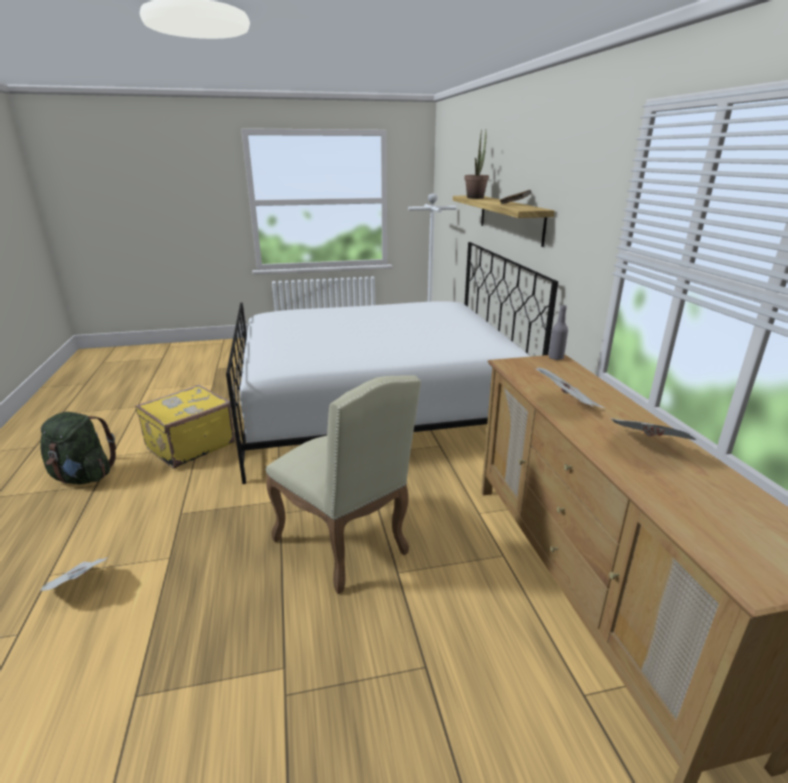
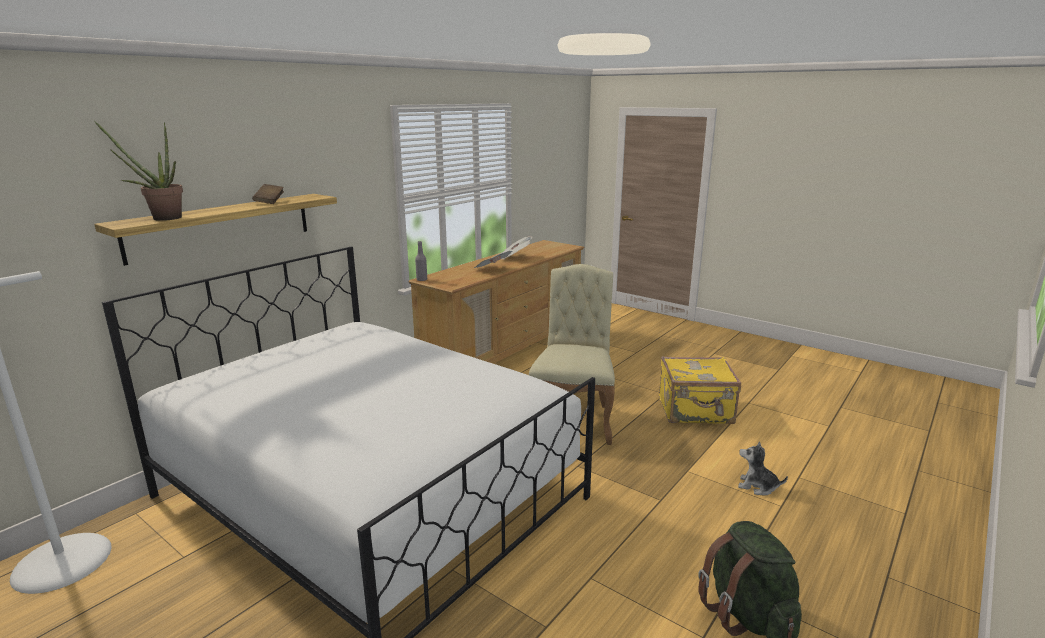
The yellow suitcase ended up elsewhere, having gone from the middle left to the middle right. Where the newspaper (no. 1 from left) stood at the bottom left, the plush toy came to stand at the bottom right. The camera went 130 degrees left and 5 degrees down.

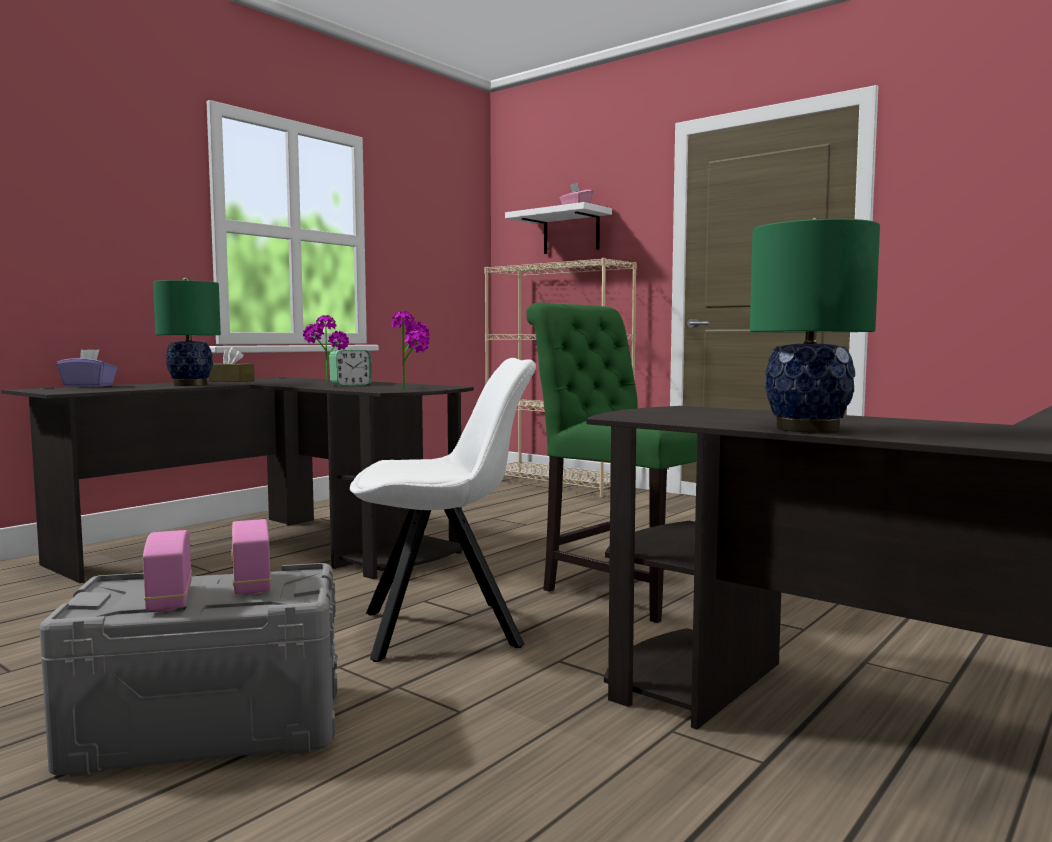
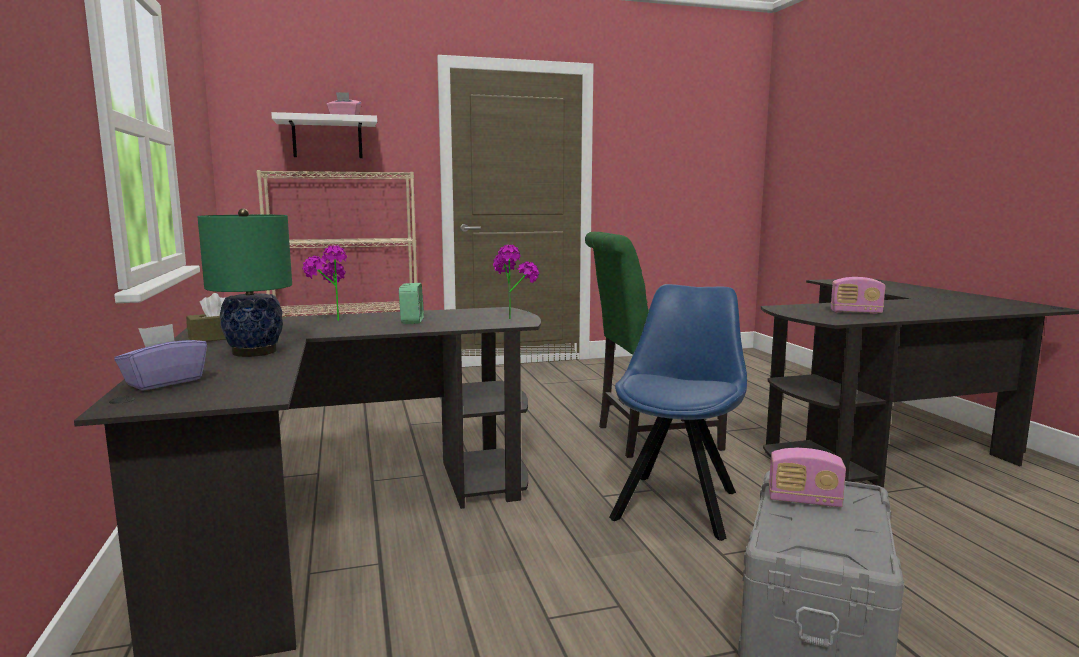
The second view lost the green table lamp (no. 2 from left) at the middle right. What was the white chair at the centre turned into the blue chair at the centre. The radio (no. 1 from left in the first image) ended up elsewhere, having gone from the bottom left to the middle right. The camera went 55 degrees left and 5 degrees up.

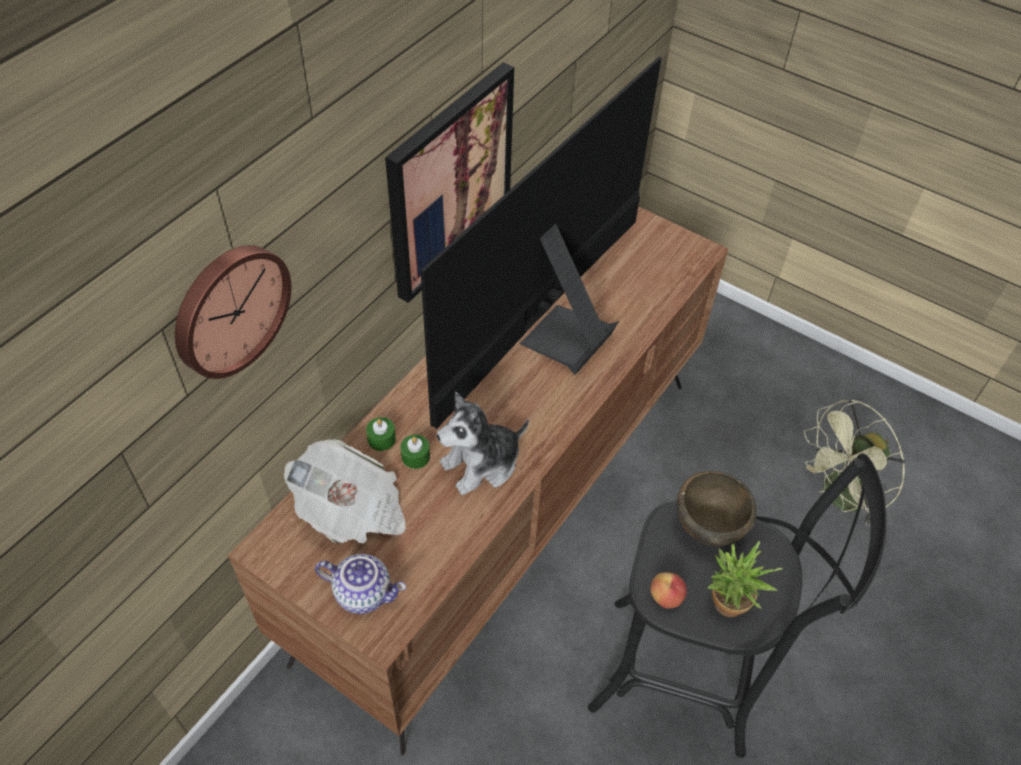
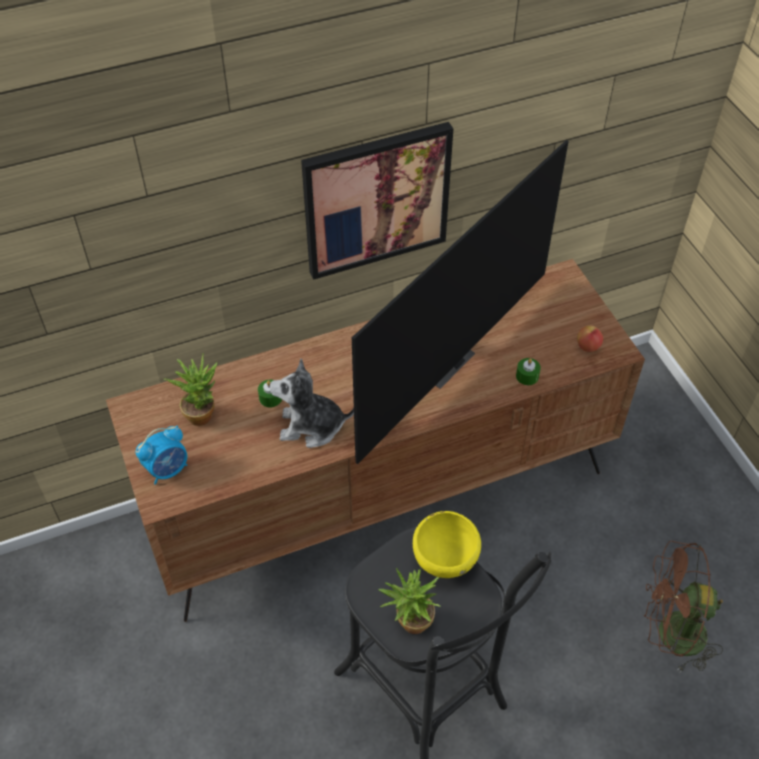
The television at the top centre ended up facing another way, 150 degrees clockwise from before. The second view lost the wall clock at the middle left. What was the green fan at the middle right turned into the brown fan at the bottom right. The green candle (no. 1 from left in the first image) ended up elsewhere, having gone from the centre to the middle right. Where the newspaper stood at the centre, the potted plant (no. 1 from left) came to stand at the middle left. What was the brown bowl at the middle right turned into the yellow bowl at the bottom centre. Where the teapot stood at the bottom centre, the alarm clock came to stand at the middle left. The apple ended up elsewhere, having gone from the bottom centre to the middle right. The camera went 35 degrees right and 0 degrees up.

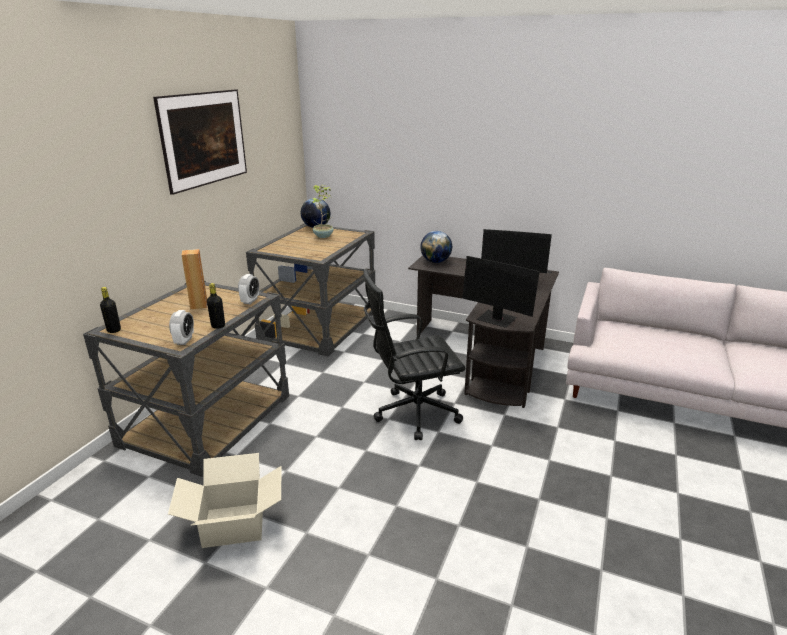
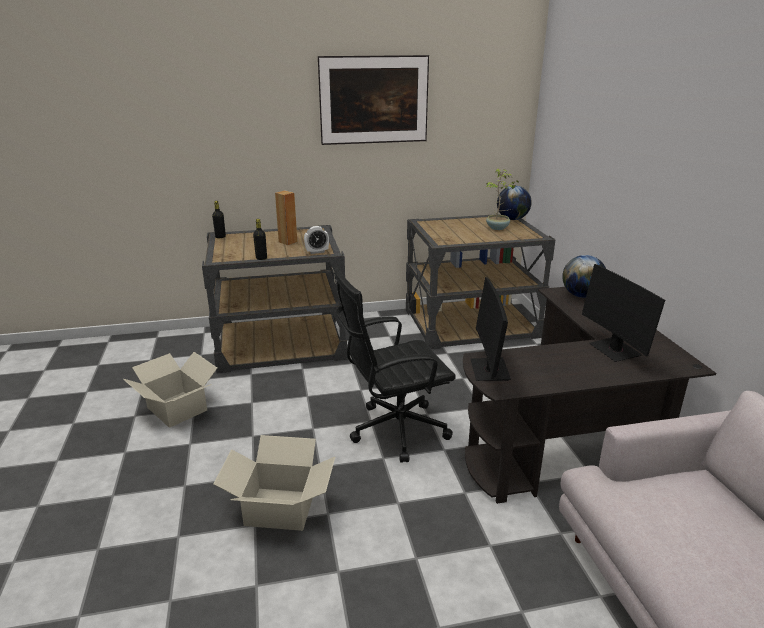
The black office chair at the centre ended up facing another way, 60 degrees counterclockwise from before. The second view lost the alarm clock (no. 1 from left) at the middle left. The second view gained the cardboard box (no. 2 from left) at the bottom centre. The camera went 55 degrees right and 0 degrees up.

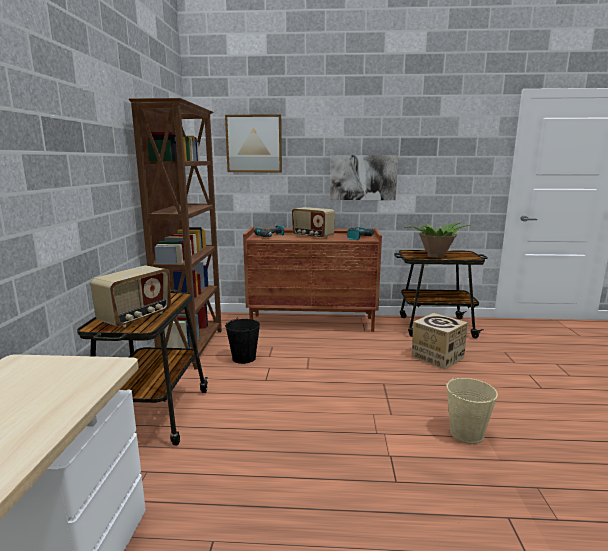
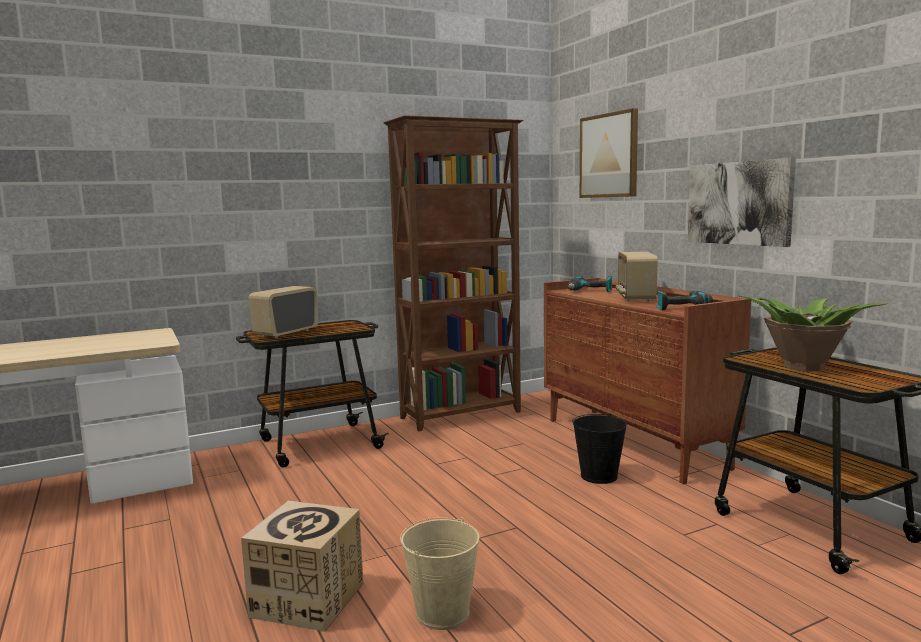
The radio (no. 1 from left) at the middle left ended up facing another way, 120 degrees clockwise from before. The cardboard box ended up elsewhere, having gone from the middle right to the bottom left. The black bucket ended up elsewhere, having gone from the centre to the bottom centre. The camera went 60 degrees right and 5 degrees down.

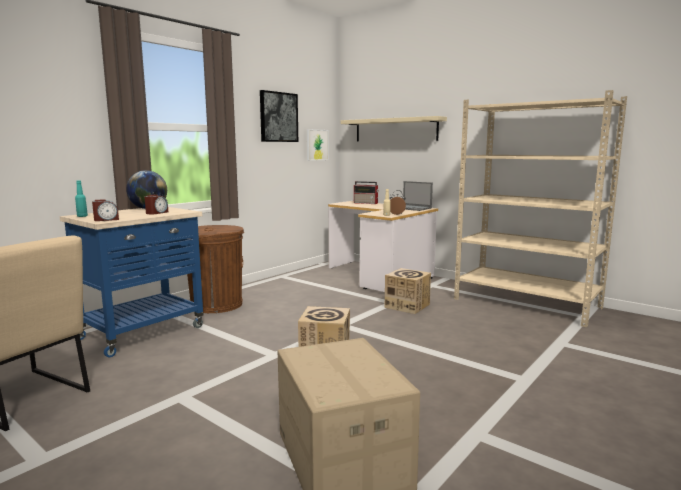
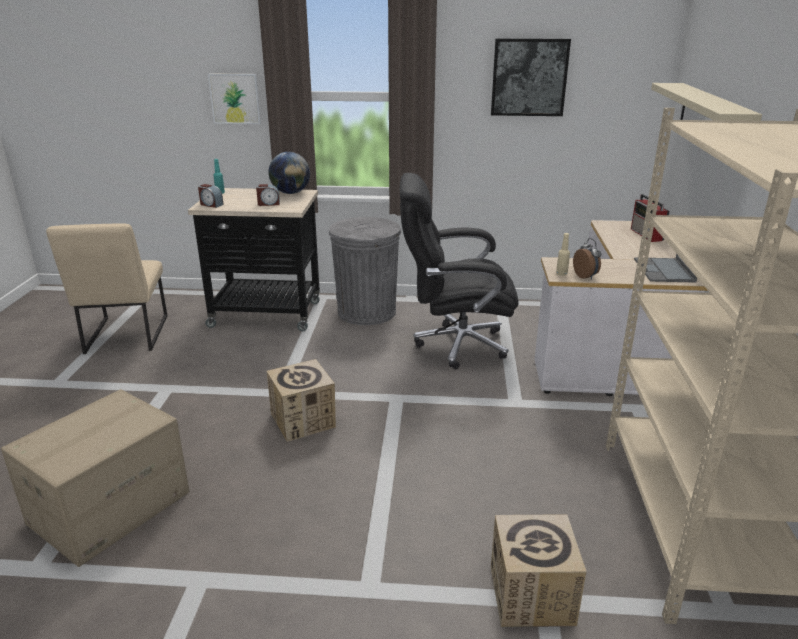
The picture (no. 2 from left in the first image) ended up elsewhere, having gone from the top centre to the top left. What was the blue cart at the middle left turned into the black cart at the middle left. What was the brown trash can at the middle left turned into the grey trash can at the centre. The cardboard box (no. 3 from left) ended up elsewhere, having gone from the centre to the bottom right. The second view gained the black office chair at the centre. The camera went 55 degrees right and 15 degrees up.

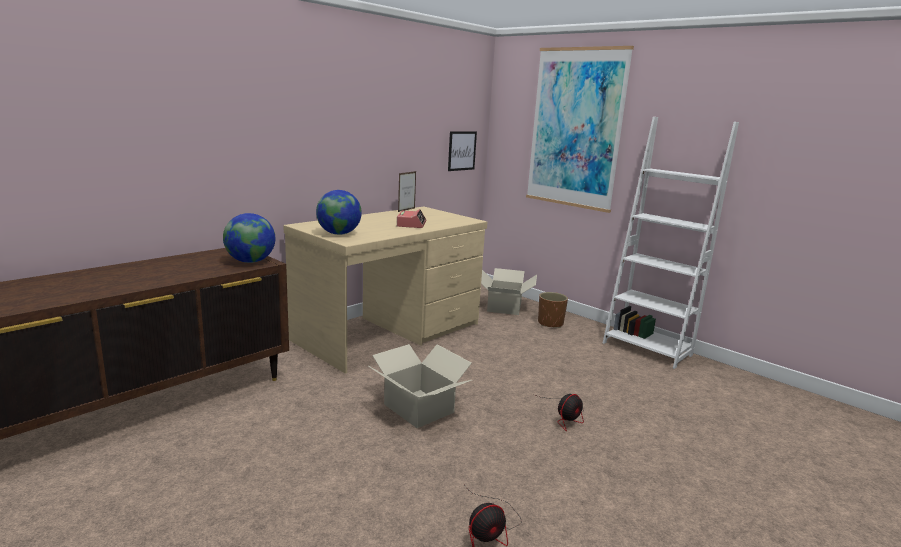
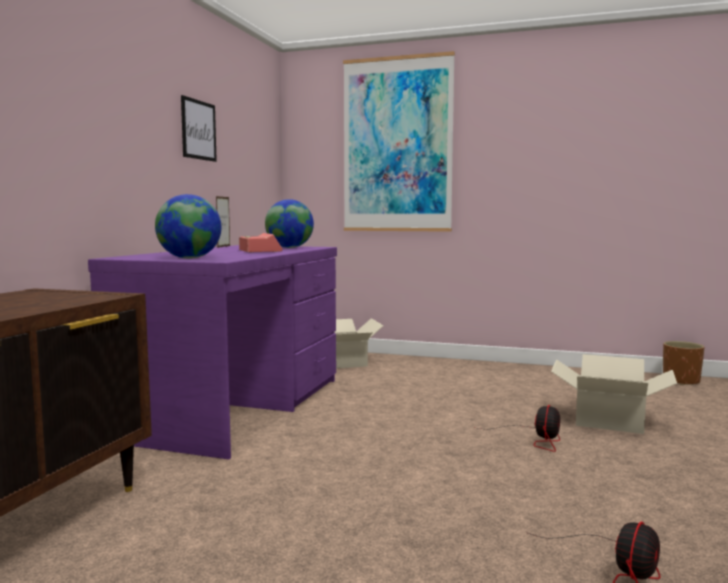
The second view lost the white bookcase at the middle right. The picture (no. 1 from left) ended up elsewhere, having gone from the top centre to the top left. What was the beige desk at the centre turned into the purple desk at the middle left. The globe (no. 1 from left in the first image) ended up elsewhere, having gone from the middle left to the centre. The brown planter ended up elsewhere, having gone from the centre to the middle right. The cardboard box (no. 1 from left in the first image) ended up elsewhere, having gone from the bottom centre to the bottom right. The camera went 25 degrees left and 10 degrees down.

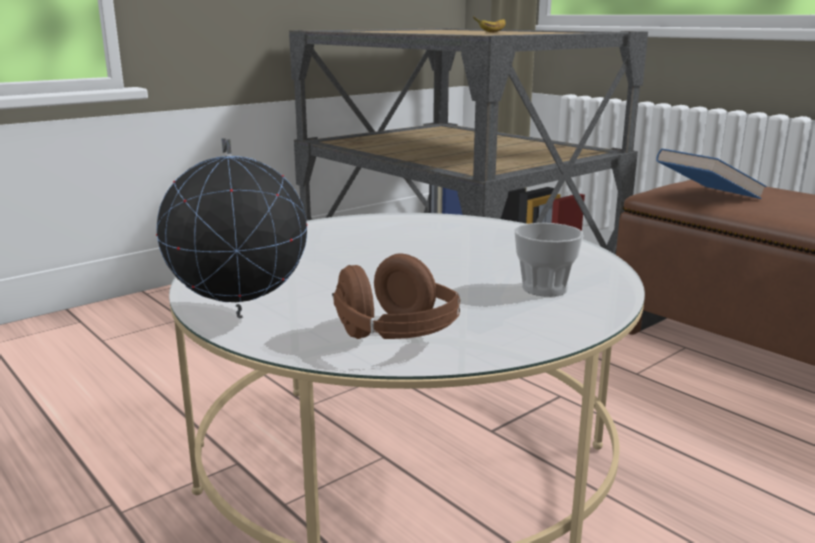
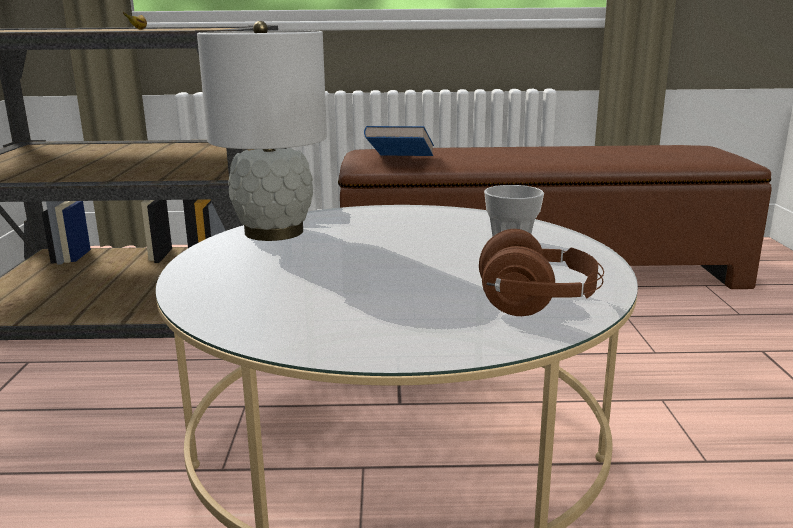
The second view lost the globe at the middle left. The second view gained the white table lamp at the top left. The camera went 50 degrees left and 0 degrees up.

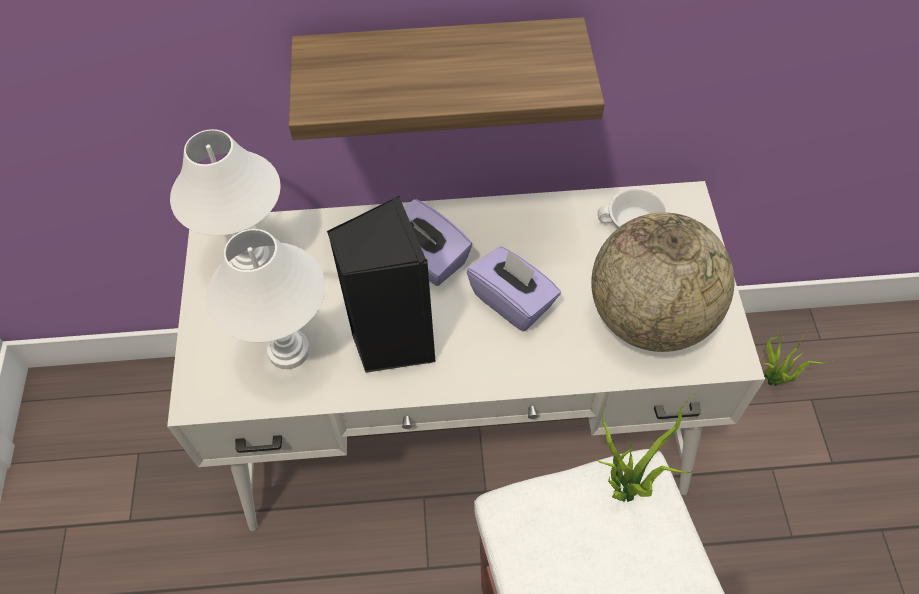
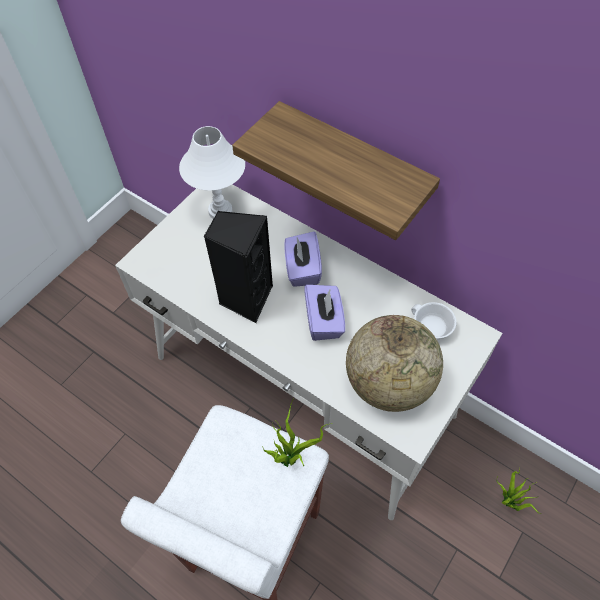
The second view lost the white table lamp (no. 2 from left) at the middle left. The camera went 40 degrees right and 0 degrees up.

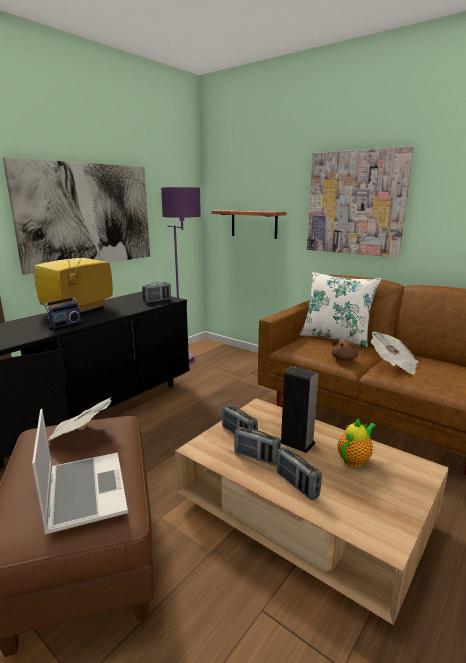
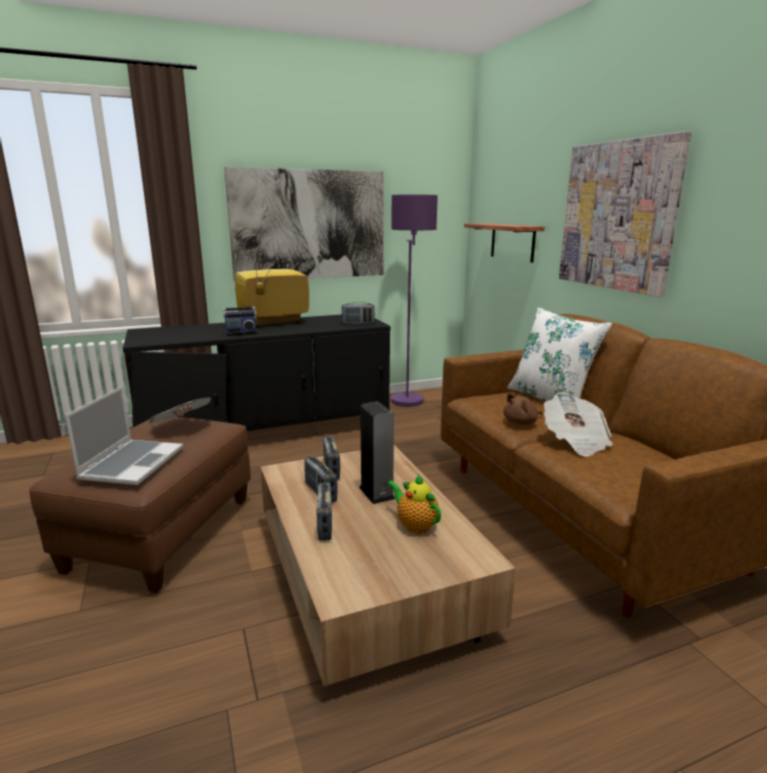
The teapot at the bottom right ended up facing another way, 120 degrees counterclockwise from before. The camera went 30 degrees right and 0 degrees up.

